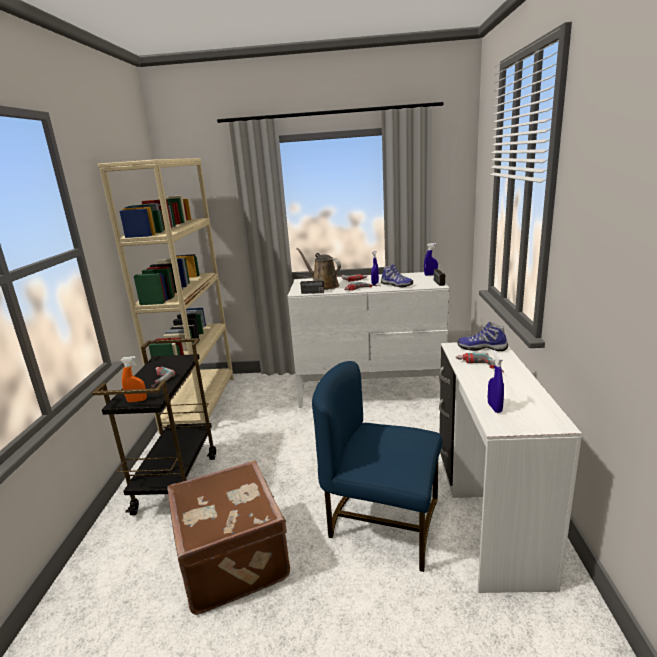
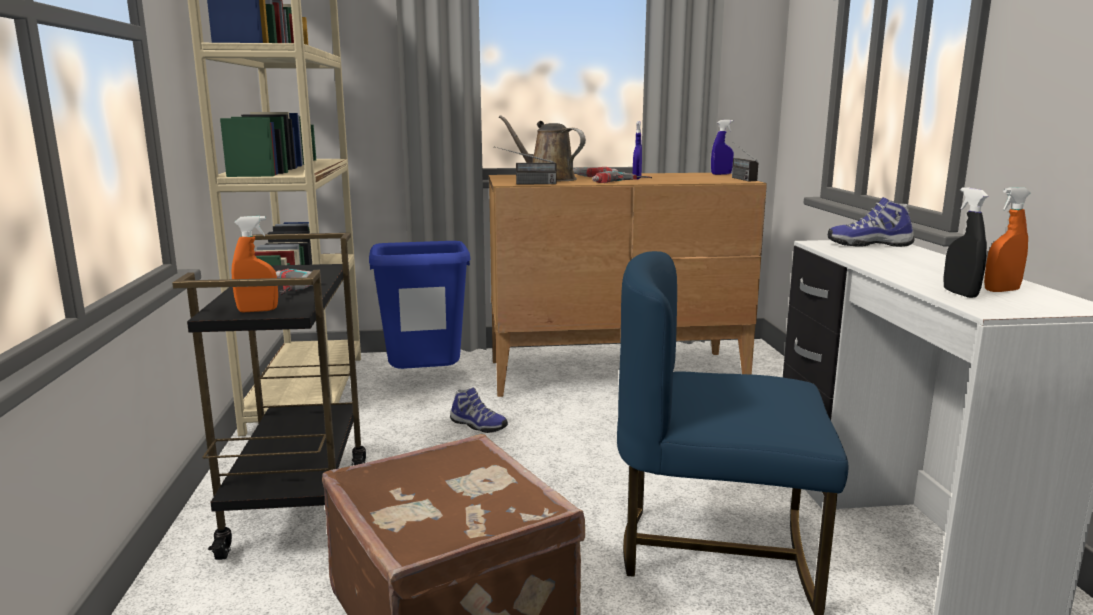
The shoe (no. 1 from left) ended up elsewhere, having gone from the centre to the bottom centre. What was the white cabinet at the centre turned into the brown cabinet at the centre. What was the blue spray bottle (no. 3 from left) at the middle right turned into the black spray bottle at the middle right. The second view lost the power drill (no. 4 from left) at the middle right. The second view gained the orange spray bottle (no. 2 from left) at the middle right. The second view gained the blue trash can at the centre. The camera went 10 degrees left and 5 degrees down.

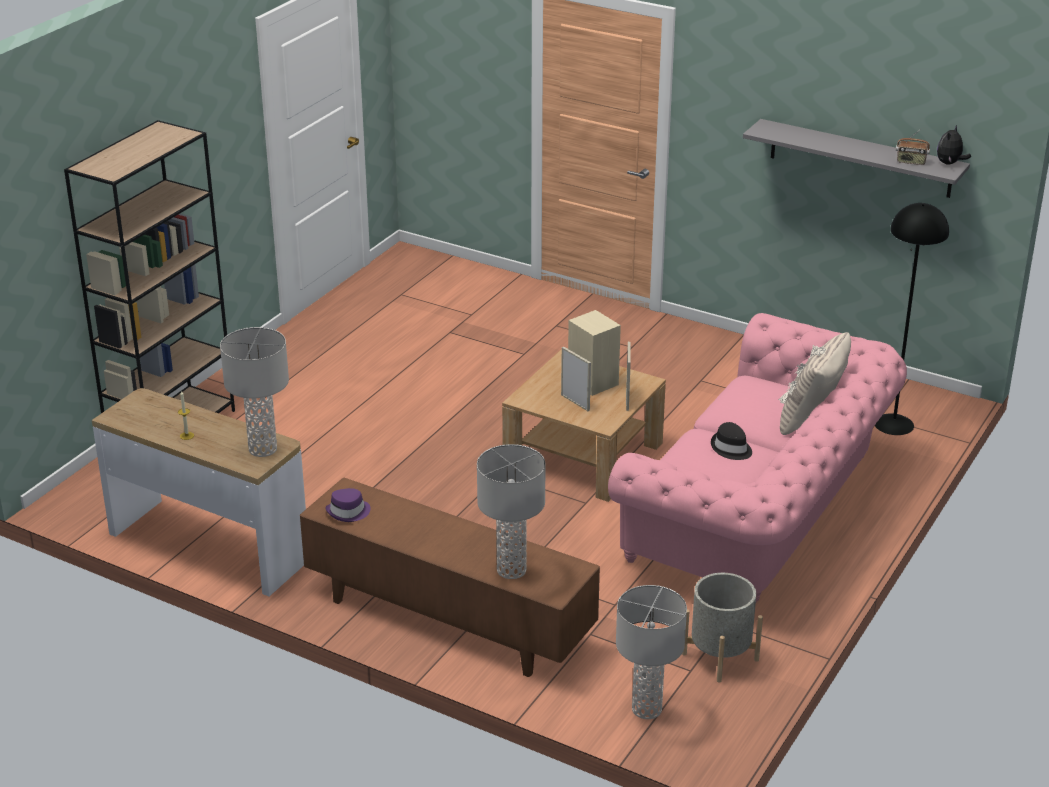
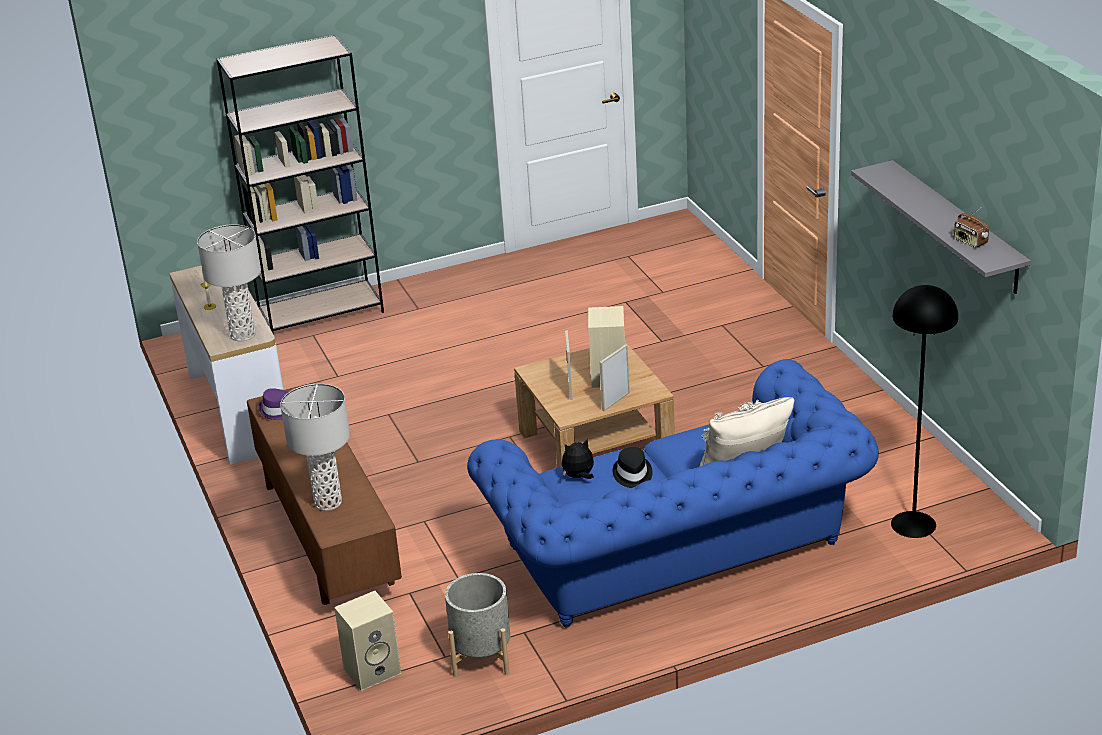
The plush toy ended up elsewhere, having gone from the top right to the centre. What was the pink sofa at the middle right turned into the blue sofa at the bottom centre. Where the white table lamp (no. 3 from left) stood at the bottom centre, the beige speaker (no. 1 from left) came to stand at the bottom centre. The camera went 40 degrees right and 0 degrees up.

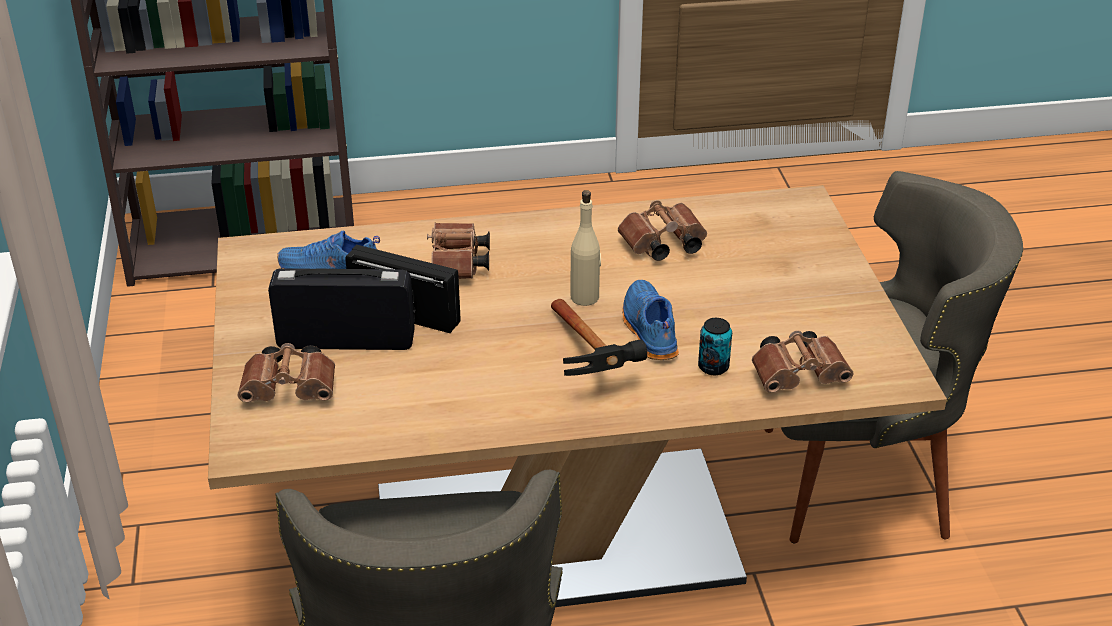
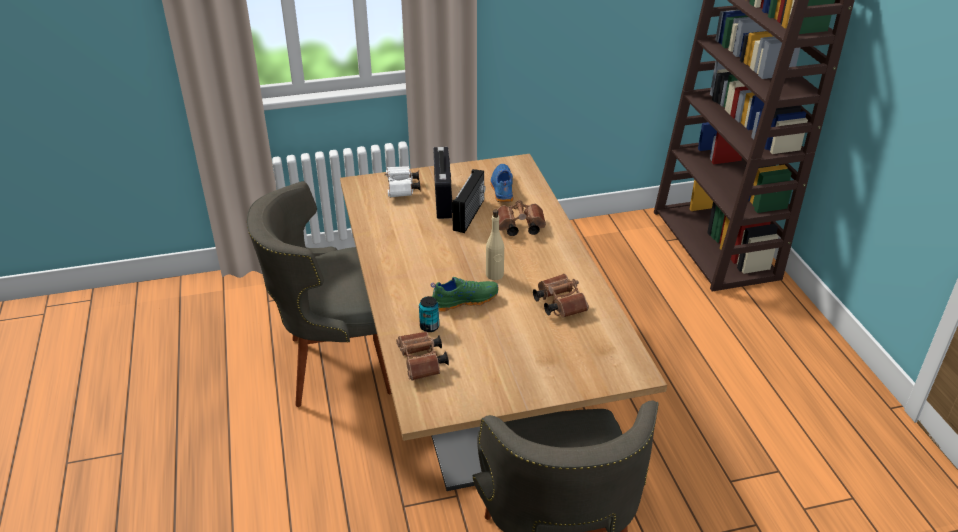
What was the blue shoe (no. 2 from left) at the centre turned into the green shoe at the centre. The second view lost the hammer at the centre. What was the brown binoculars (no. 1 from left) at the middle left turned into the white binoculars at the centre. The camera went 85 degrees right and 0 degrees up.

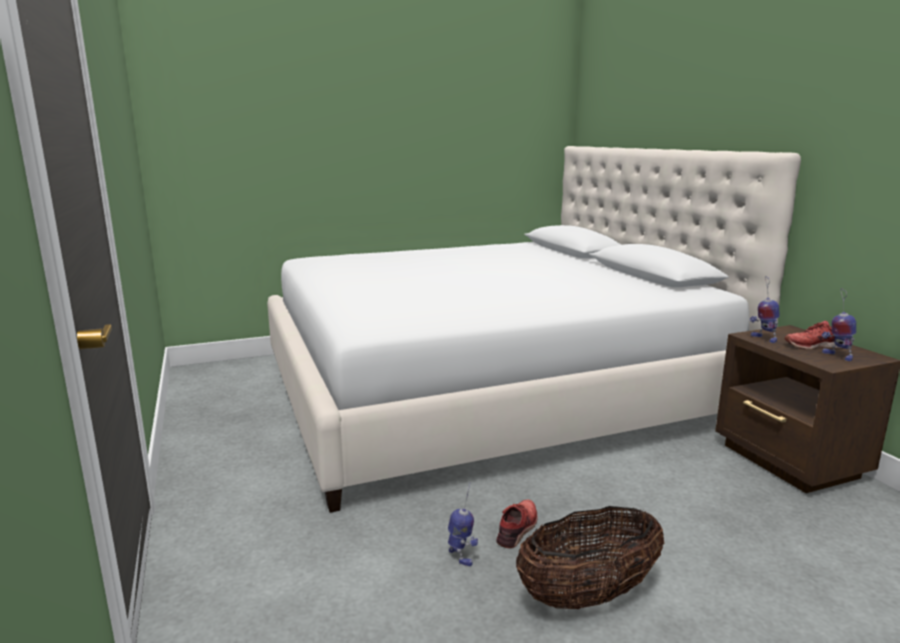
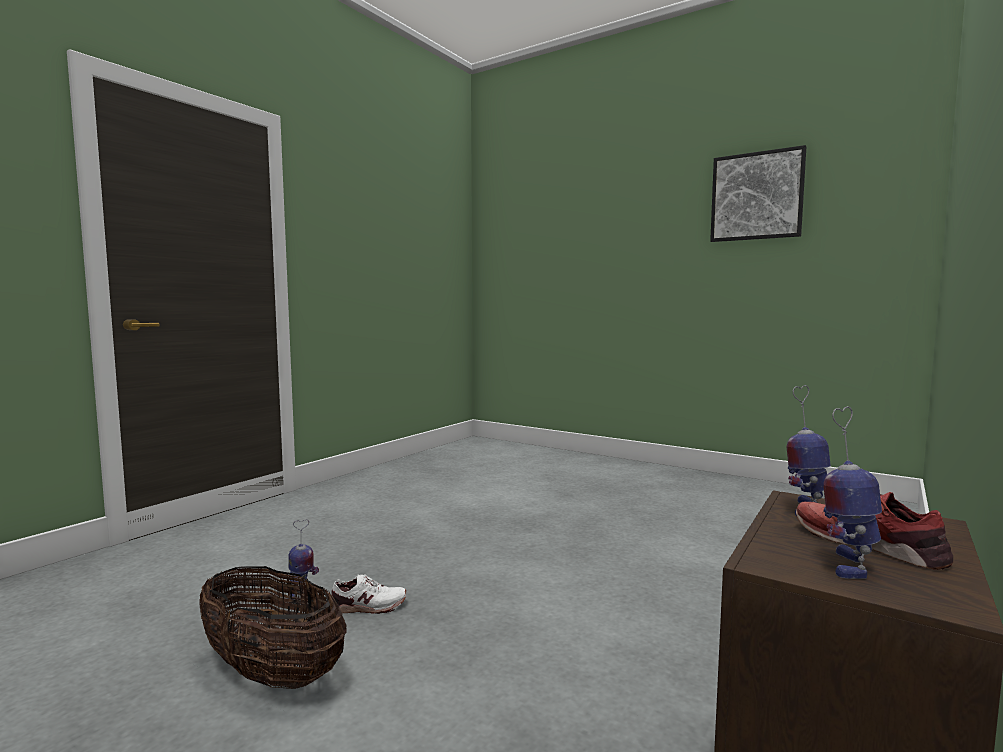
The second view lost the white bed at the centre. What was the red shoe (no. 1 from left) at the bottom centre turned into the white shoe at the bottom centre. The second view gained the picture at the top right. The camera went 55 degrees right and 10 degrees down.

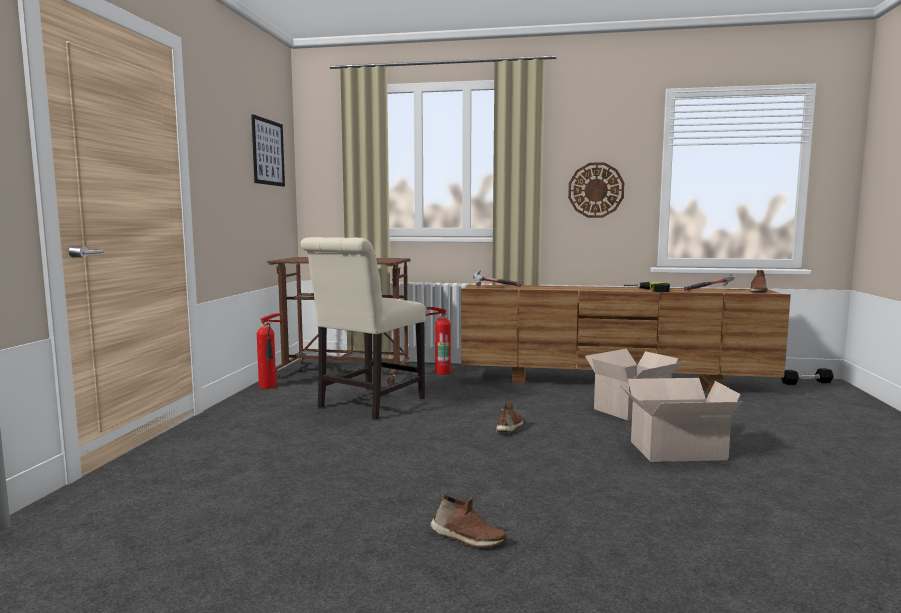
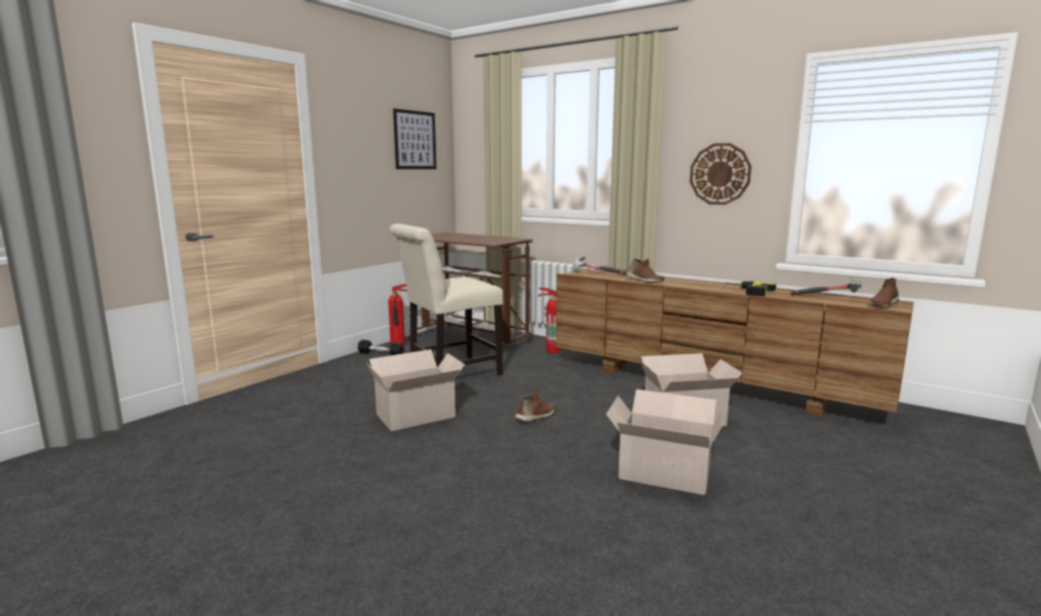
The black dumbbell ended up elsewhere, having gone from the middle right to the centre. The brown shoe (no. 1 from left in the first image) ended up elsewhere, having gone from the bottom centre to the centre. The second view gained the cardboard box (no. 1 from left) at the centre. The camera went 25 degrees right and 5 degrees up.

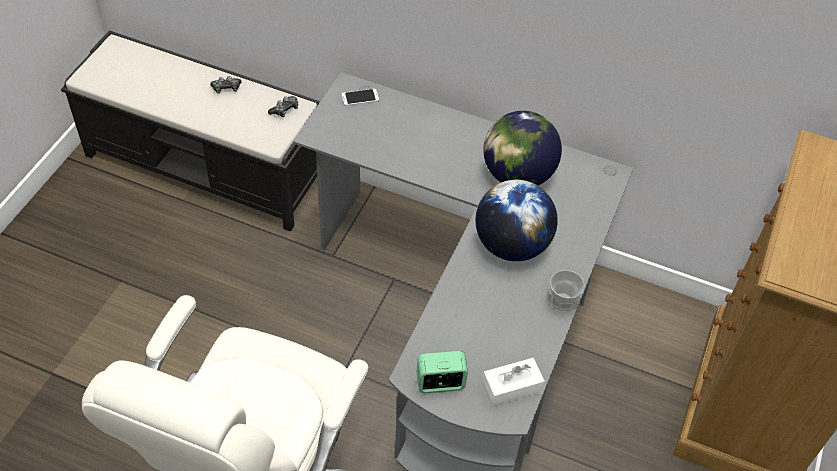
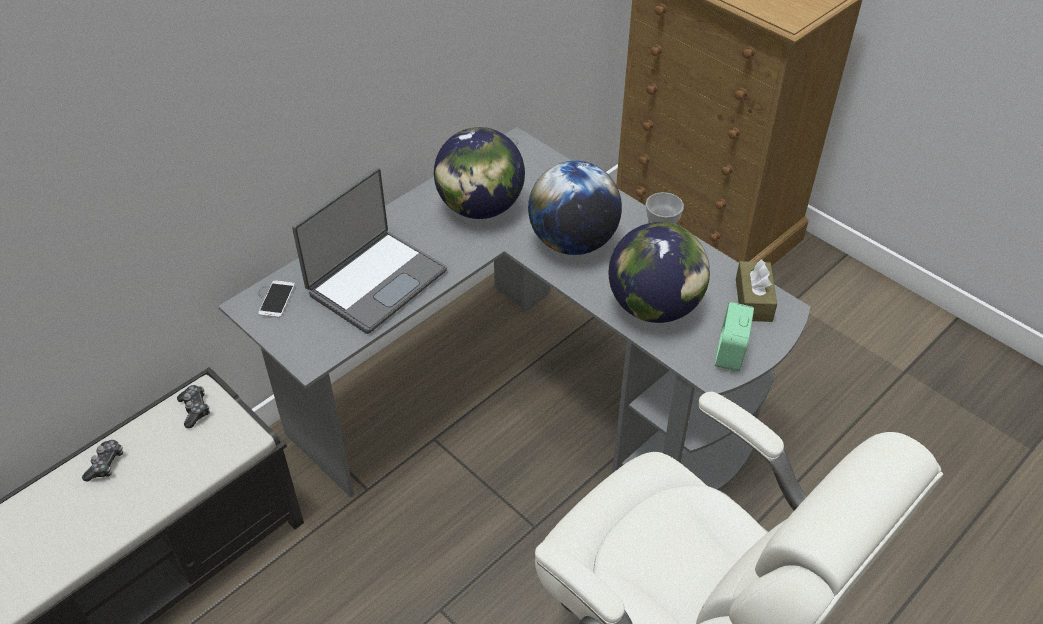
What was the white tissue box at the bottom centre turned into the brown tissue box at the middle right. The second view gained the laptop at the centre. The second view gained the globe (no. 3 from left) at the centre. The camera went 65 degrees left and 5 degrees down.

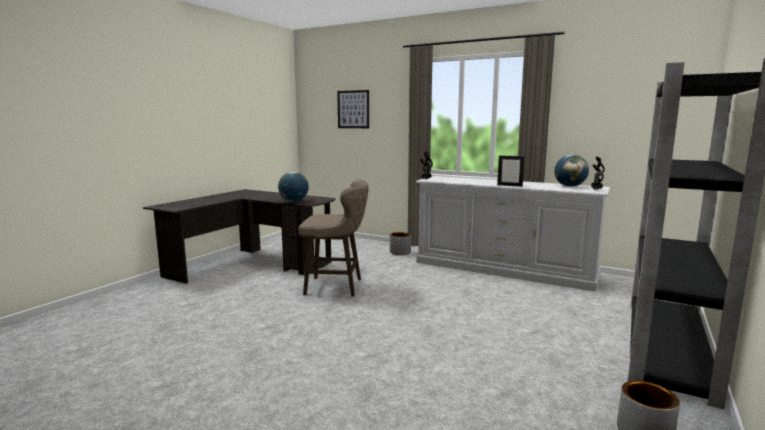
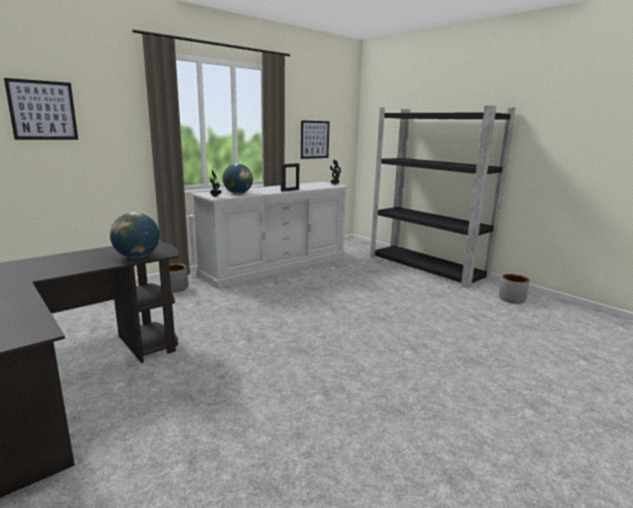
The globe (no. 2 from left) ended up elsewhere, having gone from the middle right to the centre. The second view lost the beige stool at the centre. The second view gained the picture (no. 2 from left) at the top centre. The camera went 70 degrees left and 5 degrees up.

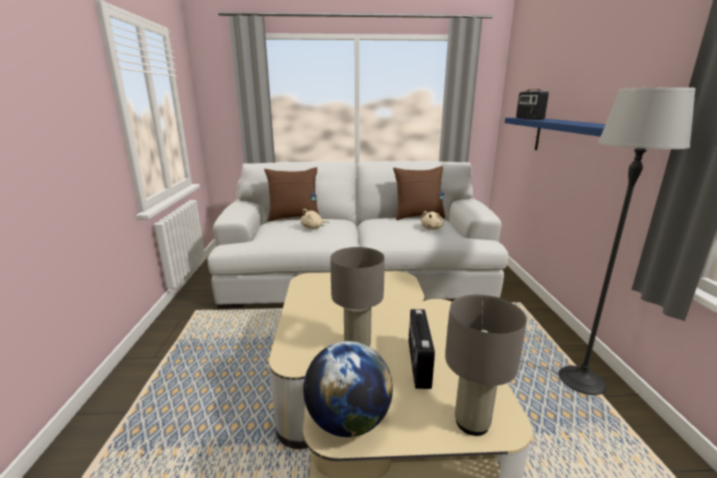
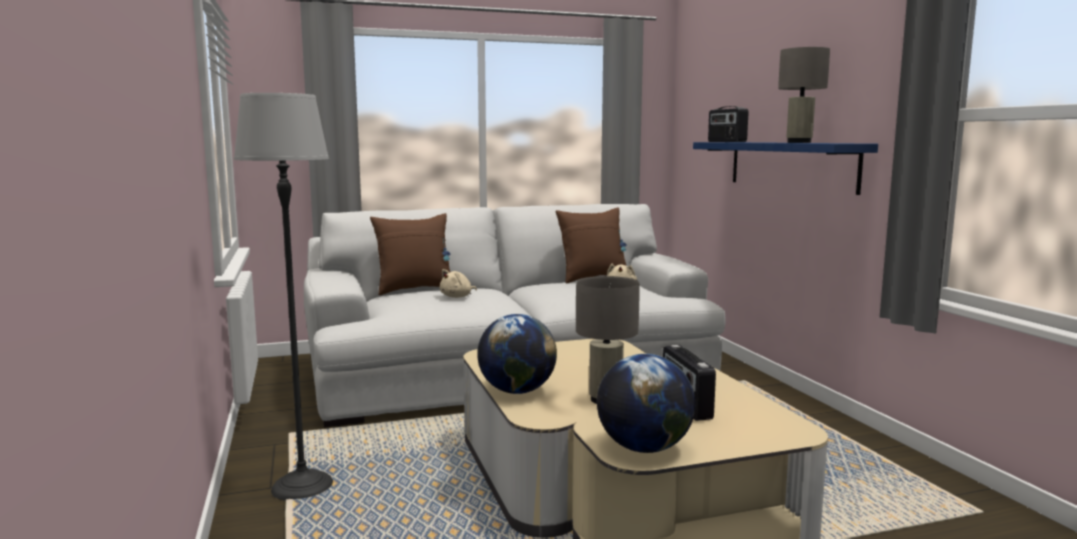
The floor lamp ended up elsewhere, having gone from the middle right to the middle left. The grey table lamp (no. 2 from left) ended up elsewhere, having gone from the bottom right to the top right. The second view gained the globe (no. 1 from left) at the centre. The camera went 15 degrees left and 10 degrees down.

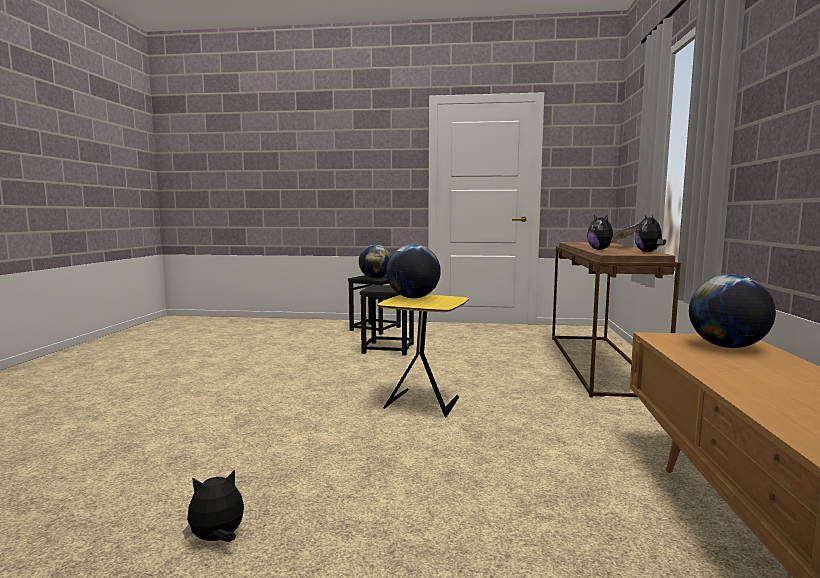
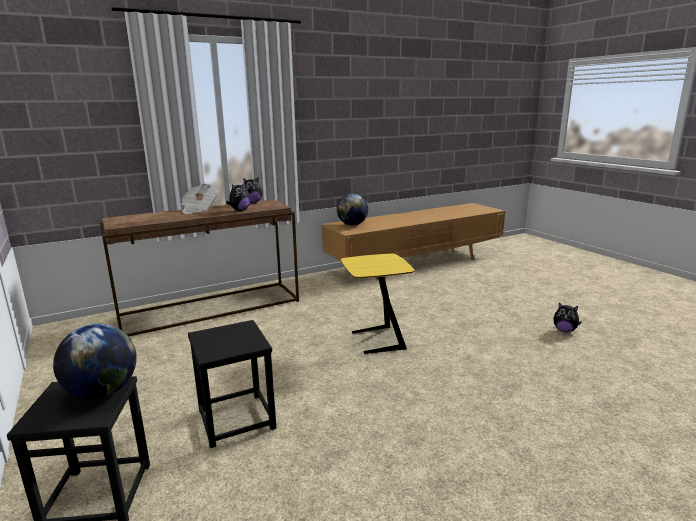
The second view lost the globe (no. 2 from left) at the centre. The camera went 125 degrees left and 10 degrees up.

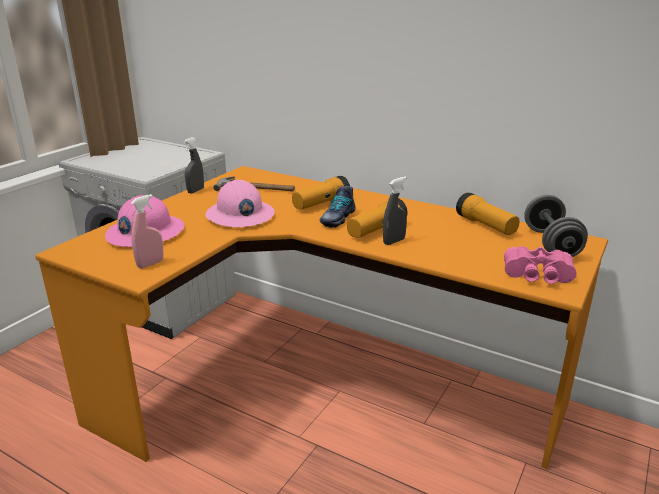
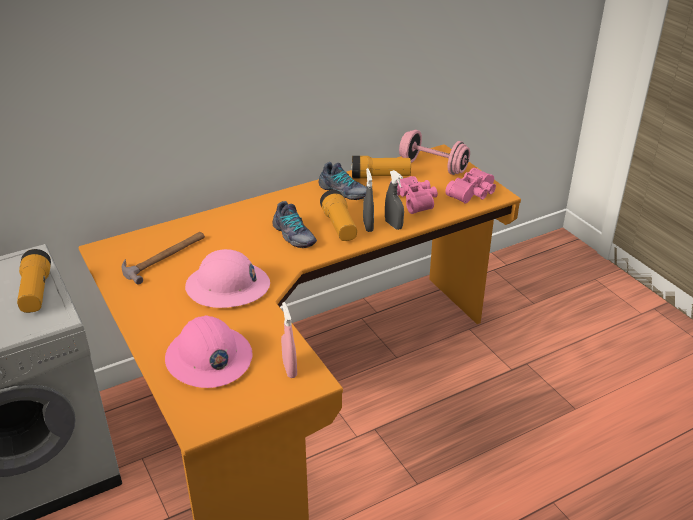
The grey spray bottle (no. 1 from left in the first image) ended up elsewhere, having gone from the middle left to the centre. The flashlight (no. 1 from left) ended up elsewhere, having gone from the centre to the middle left. What was the grey dumbbell at the middle right turned into the pink dumbbell at the top centre. The second view gained the shoe (no. 2 from left) at the centre. The second view gained the pink binoculars (no. 1 from left) at the centre. The camera went 60 degrees left and 10 degrees up.

